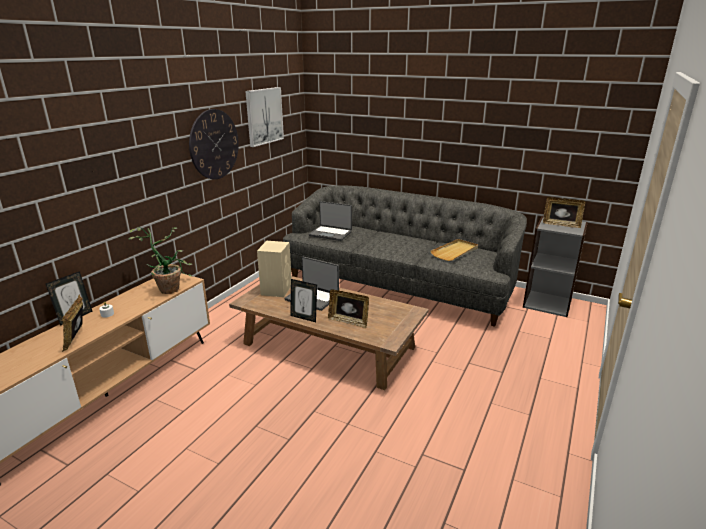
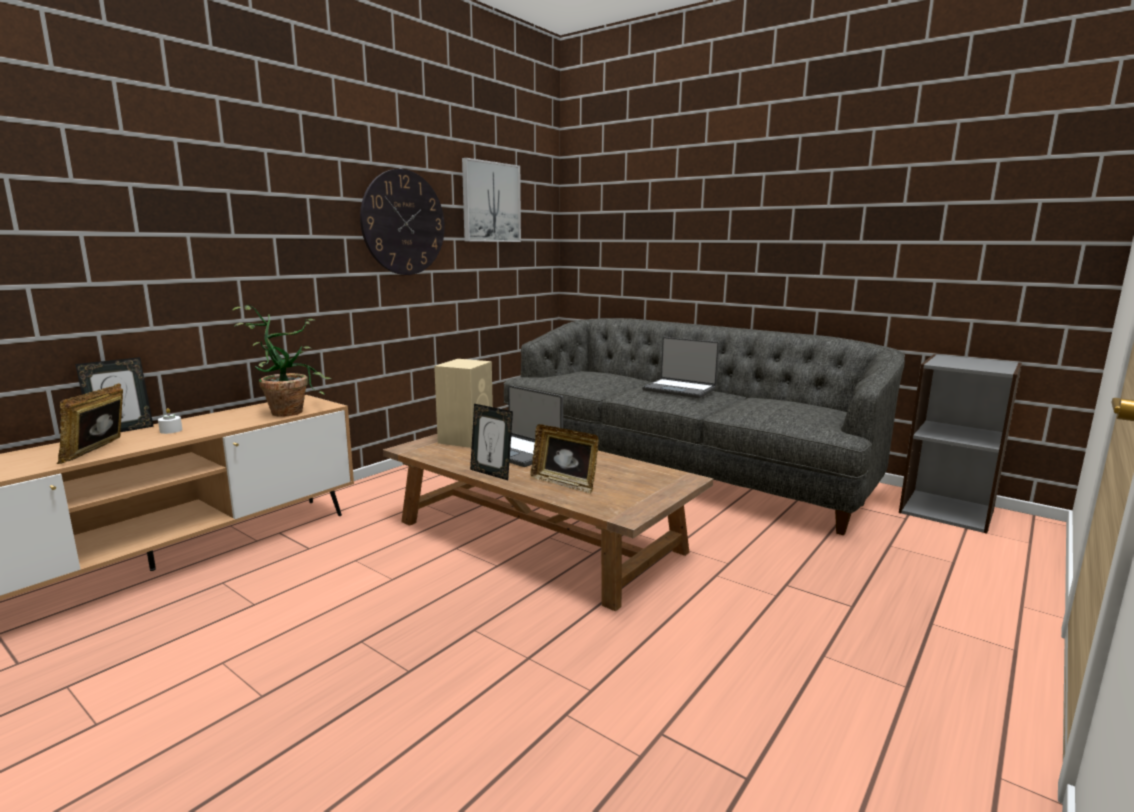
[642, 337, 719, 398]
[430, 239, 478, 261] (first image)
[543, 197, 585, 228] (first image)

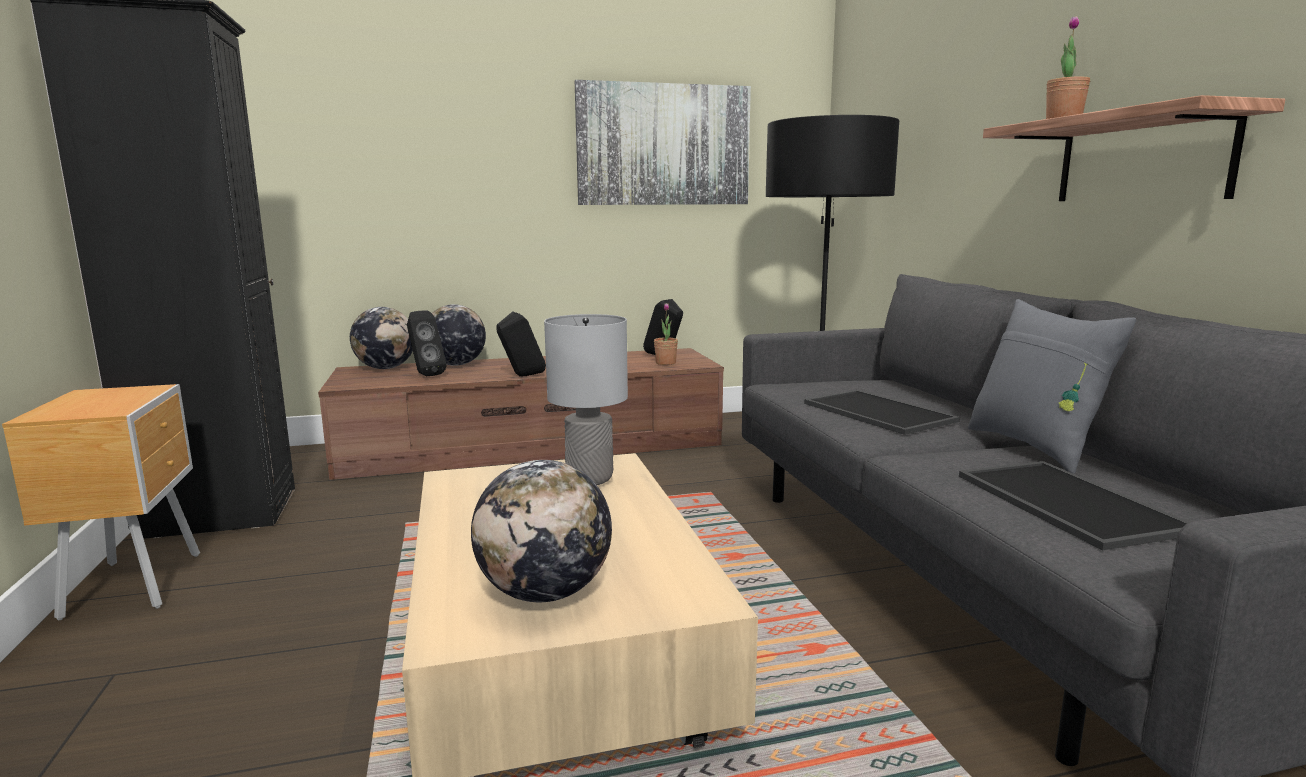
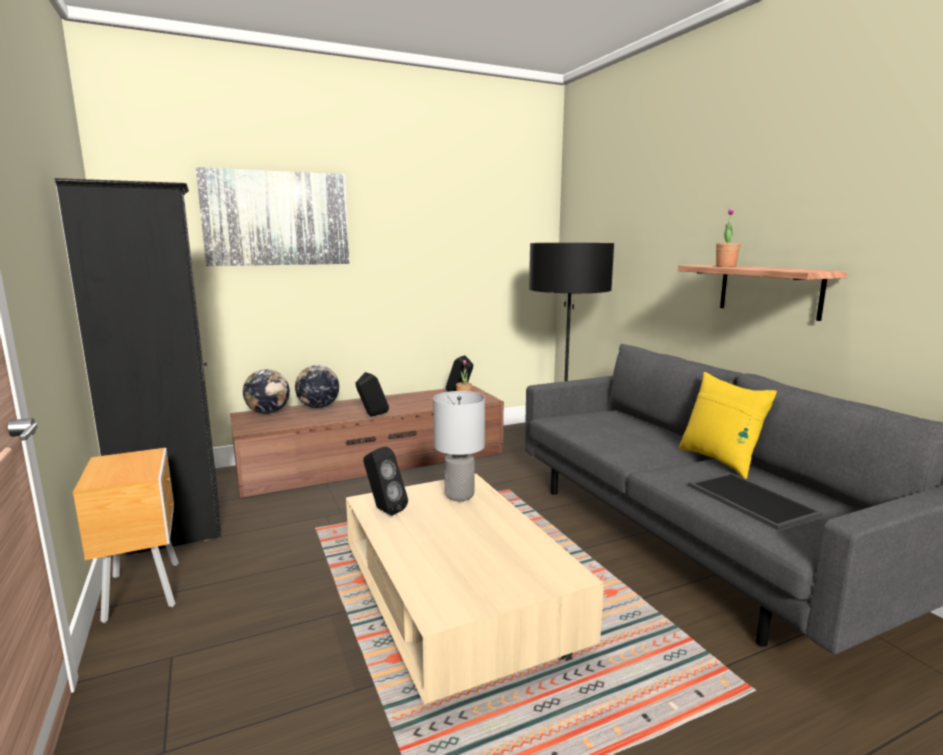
[196, 167, 349, 266]
[363, 446, 408, 516]
[678, 372, 777, 479]
[471, 460, 612, 602] (first image)
[804, 390, 960, 435] (first image)

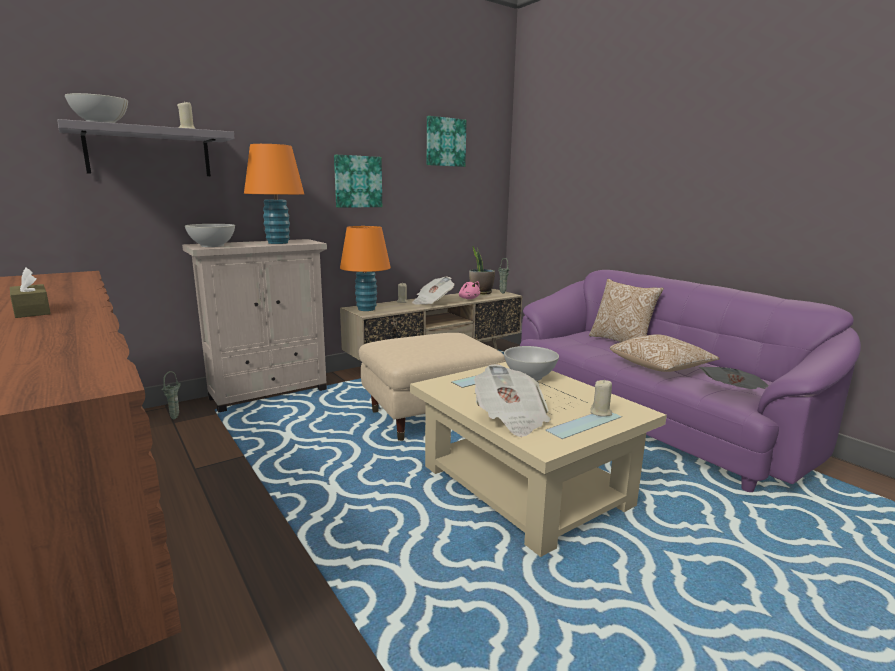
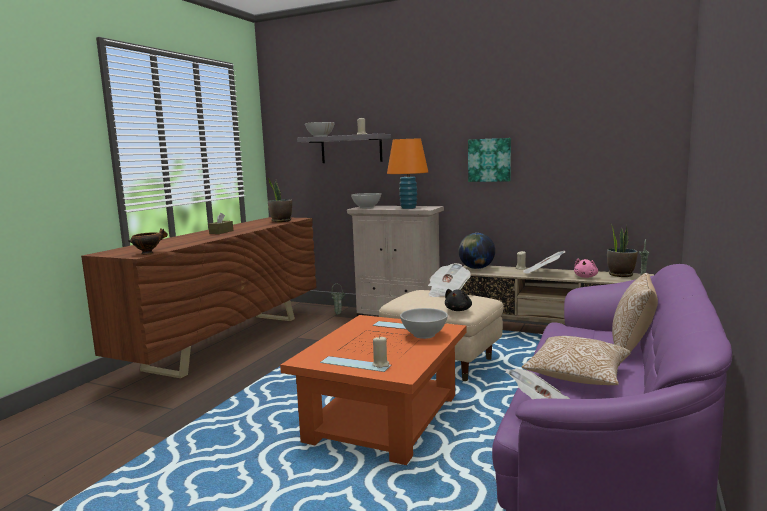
[128, 228, 168, 255]
[267, 177, 292, 222]
[280, 315, 466, 465]
[428, 263, 471, 297]
[445, 289, 472, 311]
[458, 233, 495, 269]
[427, 116, 467, 167] (first image)

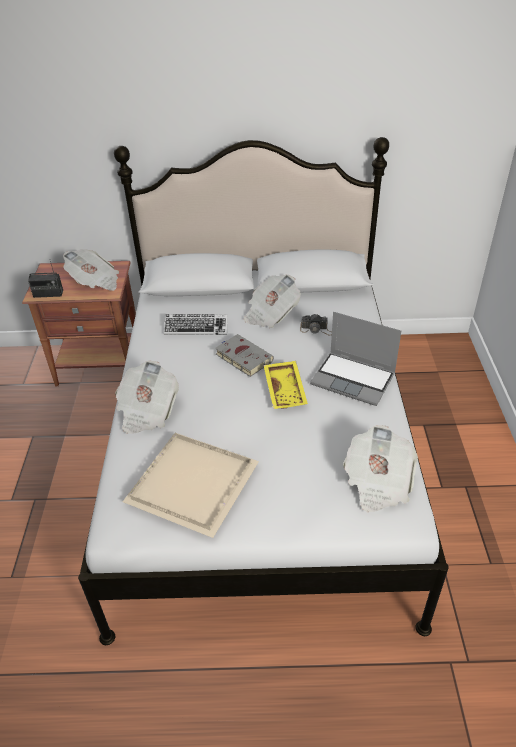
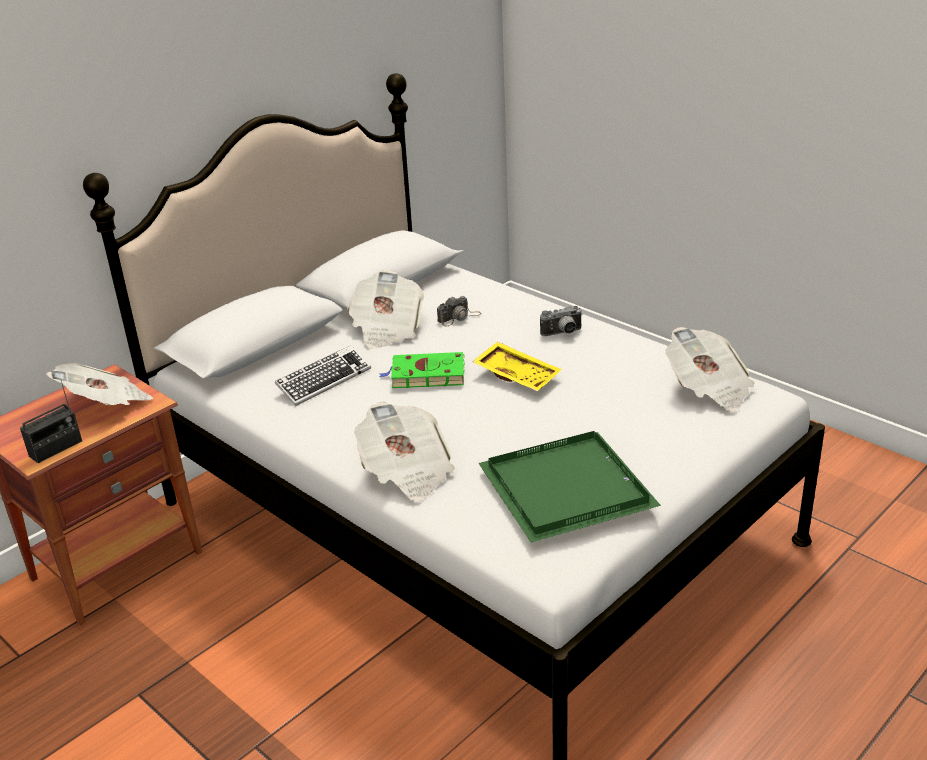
[379, 352, 465, 388]
[478, 431, 661, 542]
[540, 306, 583, 336]

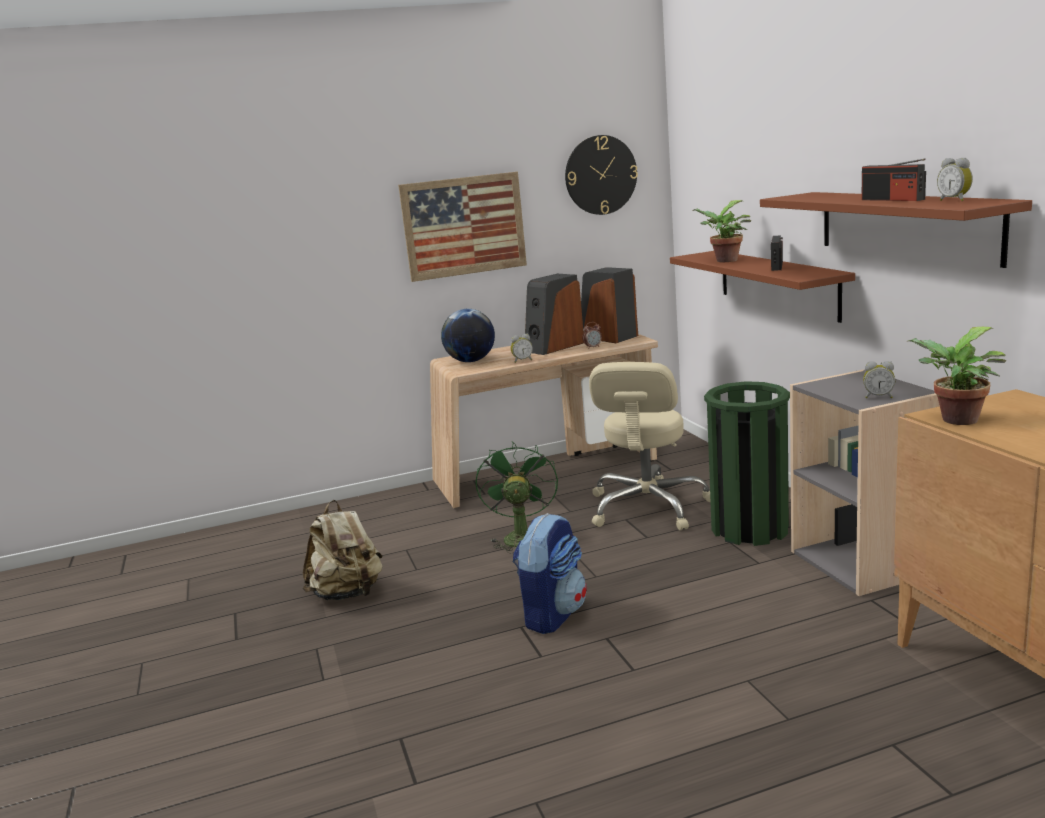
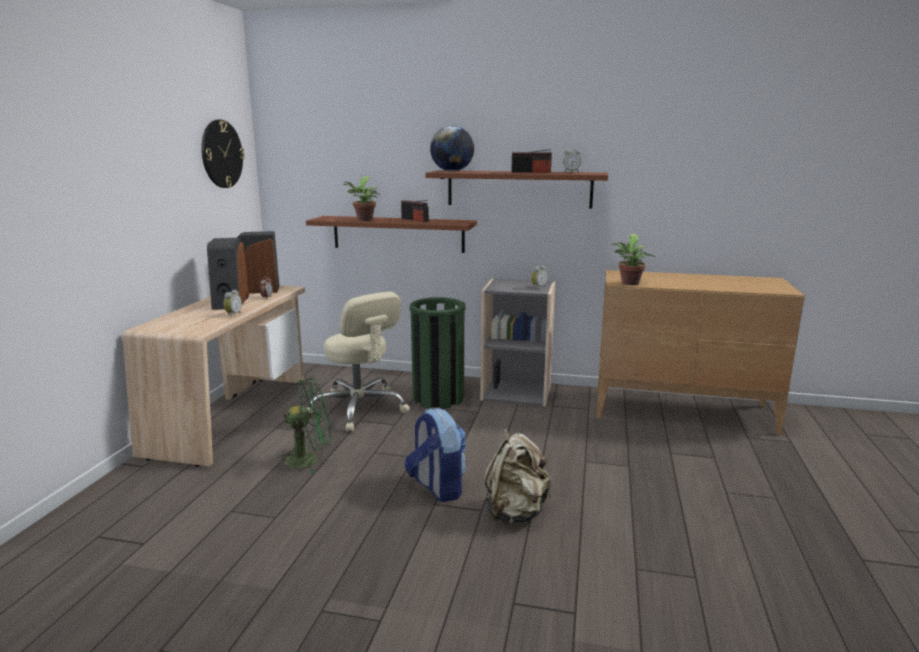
[275, 378, 331, 474]
[430, 126, 474, 171]
[484, 429, 551, 525]
[398, 172, 527, 282] (first image)

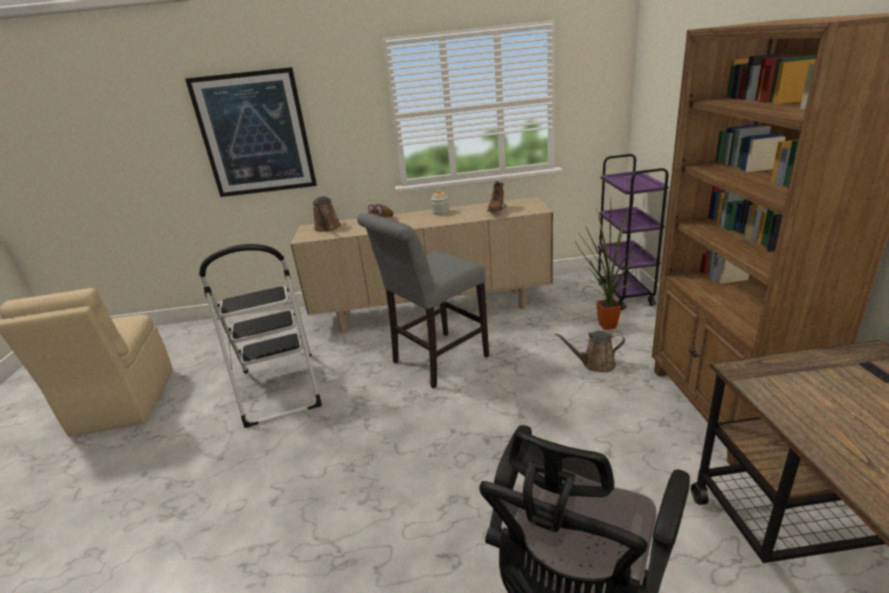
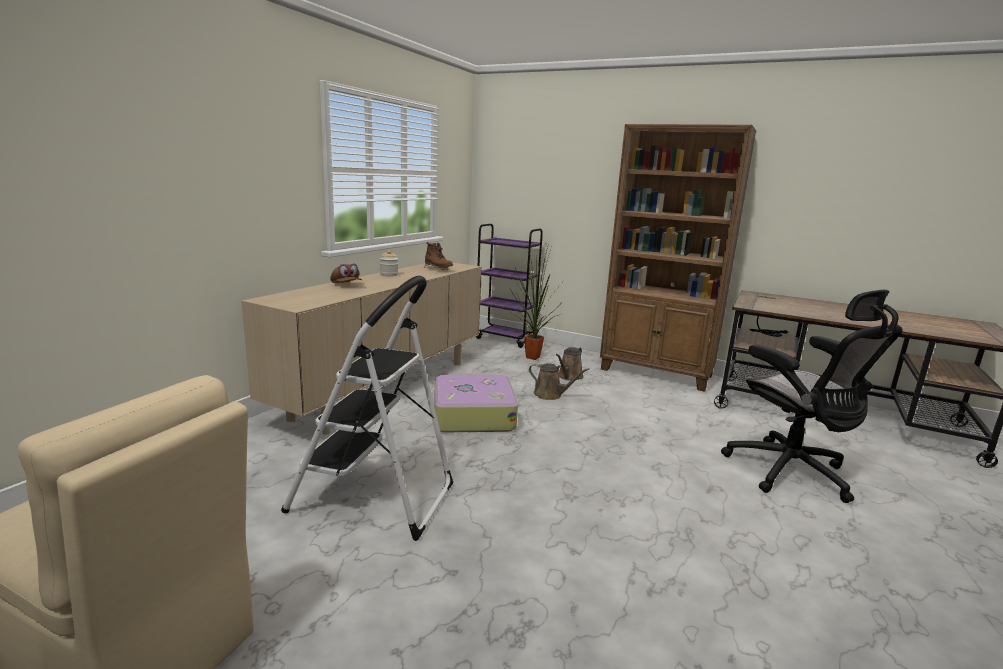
[435, 375, 518, 432]
[529, 363, 590, 400]
[185, 67, 317, 197] (first image)

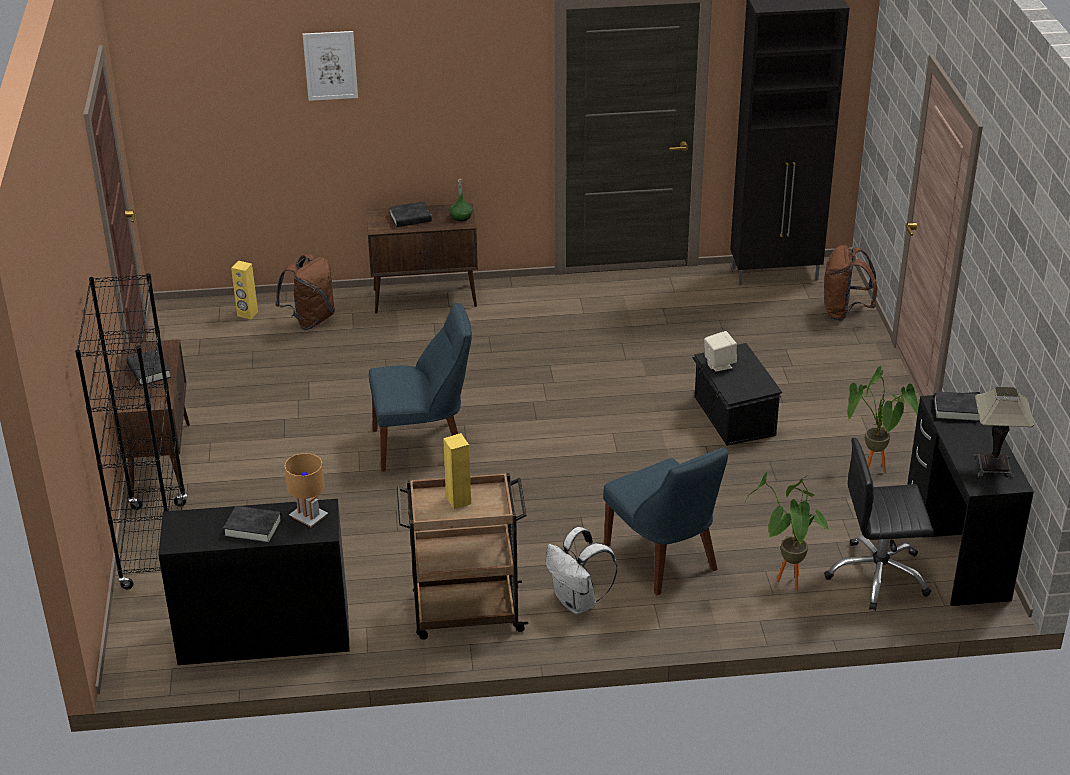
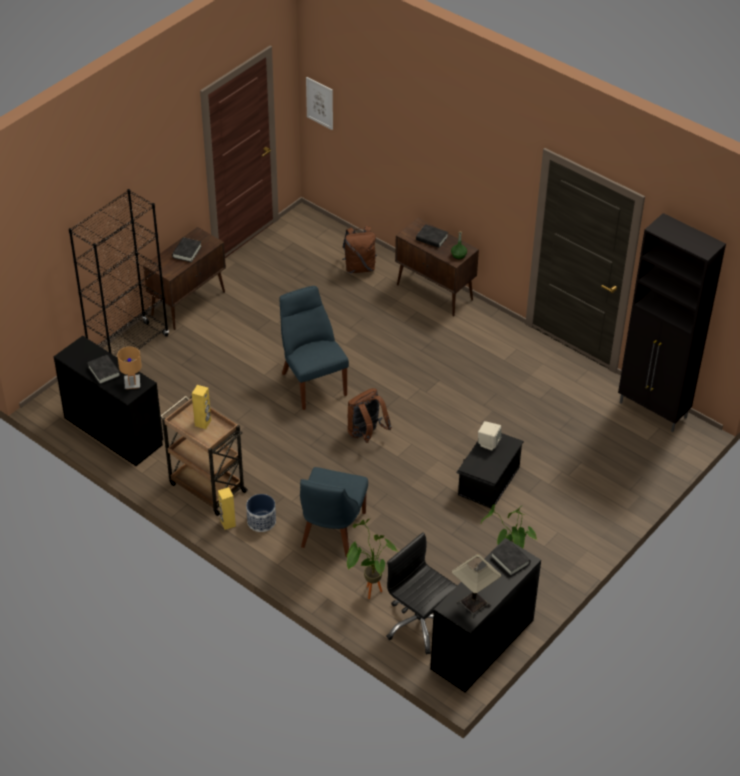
[218, 487, 236, 530]
[246, 494, 276, 532]
[280, 286, 349, 410]
[306, 77, 333, 130]
[347, 388, 392, 443]

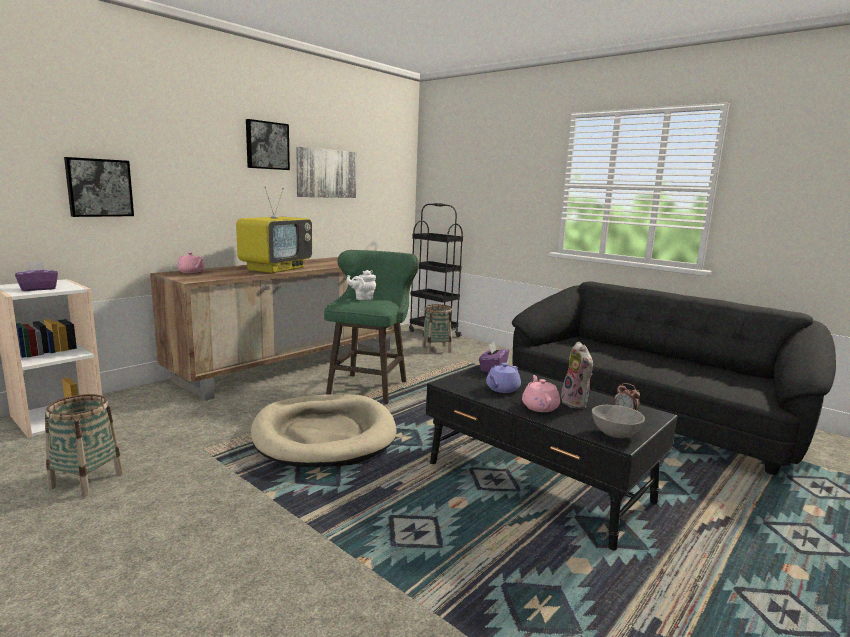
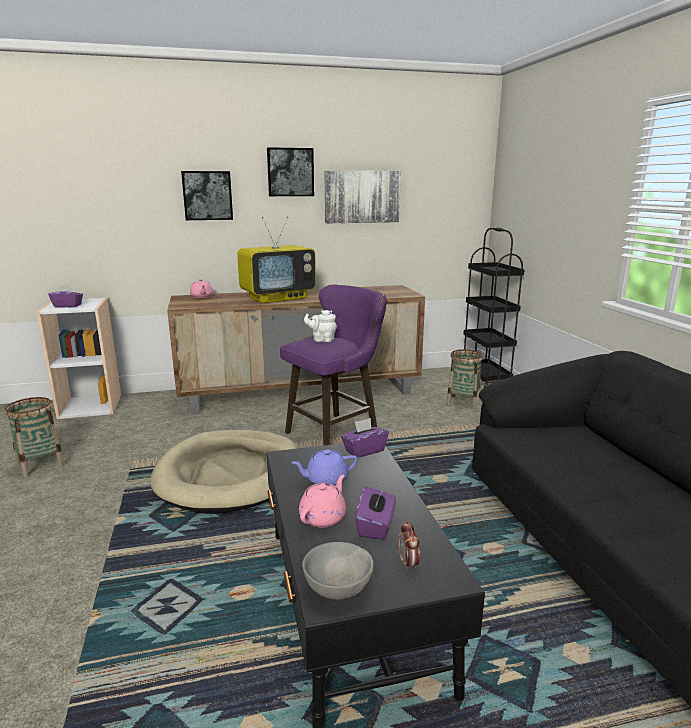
[181, 171, 233, 220]
[280, 284, 387, 446]
[355, 486, 396, 540]

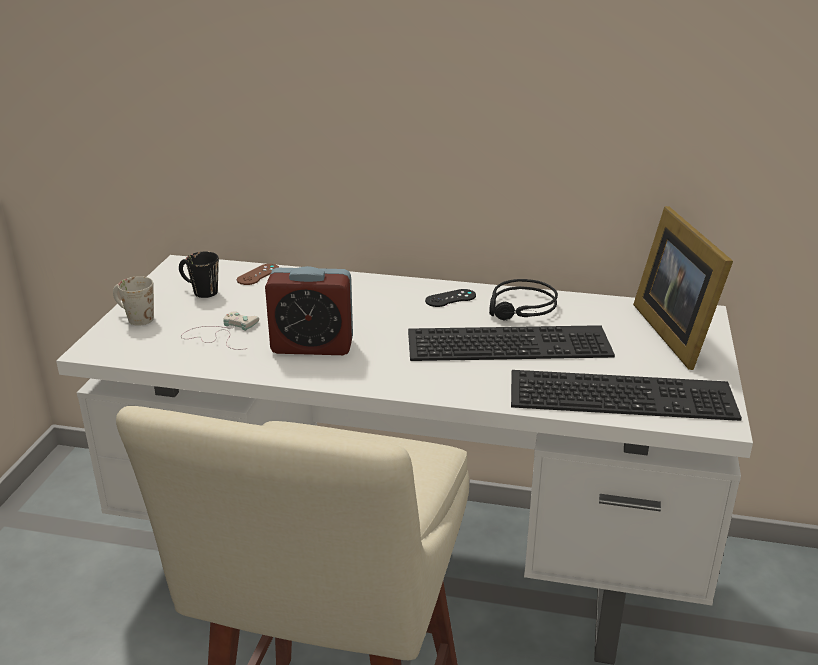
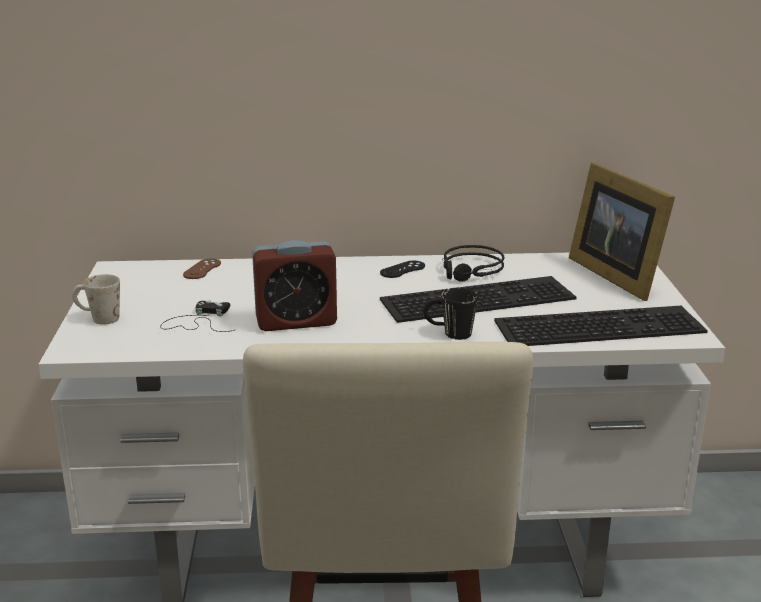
[160, 301, 234, 332]
[423, 288, 478, 340]

